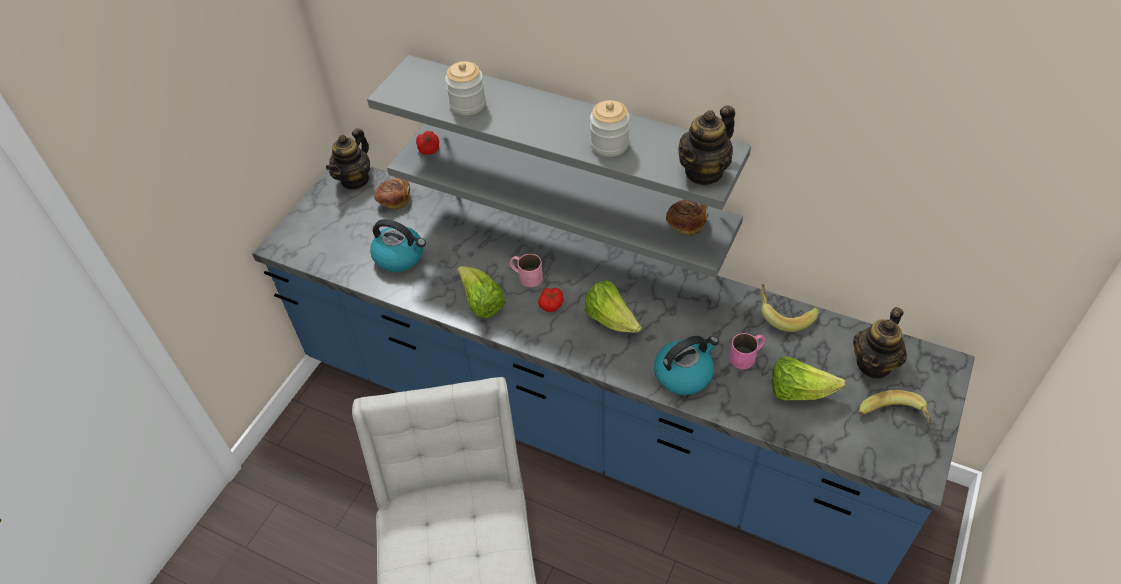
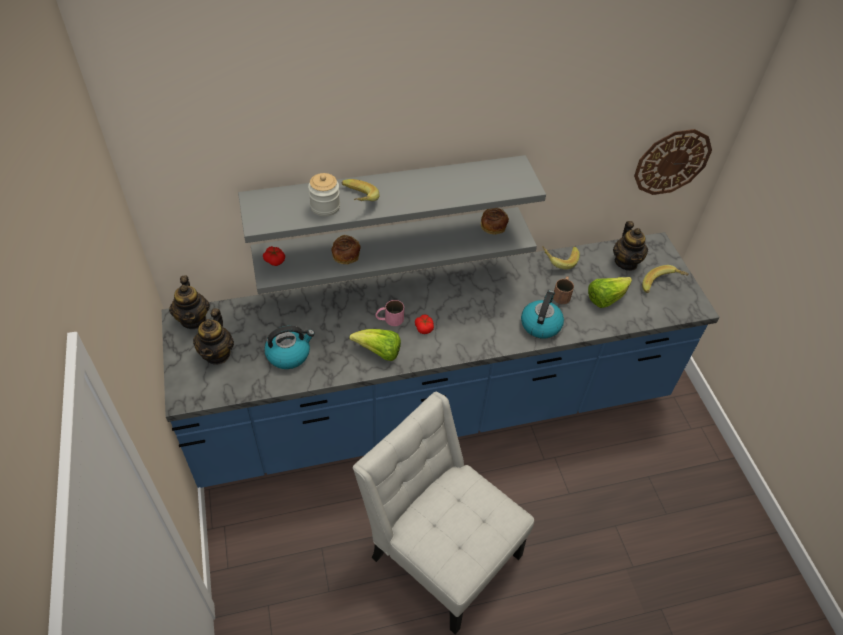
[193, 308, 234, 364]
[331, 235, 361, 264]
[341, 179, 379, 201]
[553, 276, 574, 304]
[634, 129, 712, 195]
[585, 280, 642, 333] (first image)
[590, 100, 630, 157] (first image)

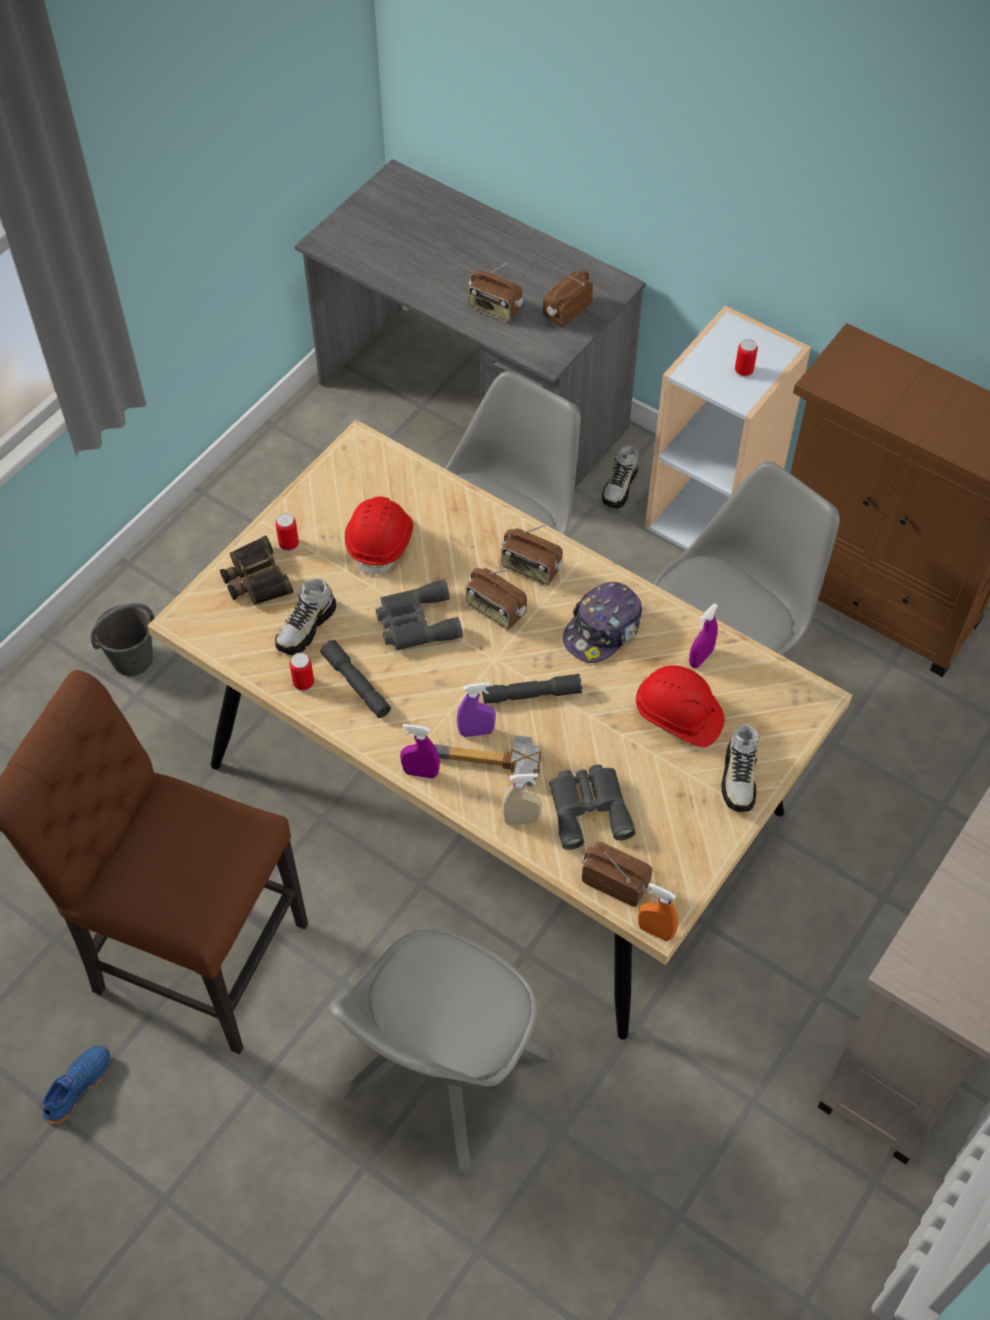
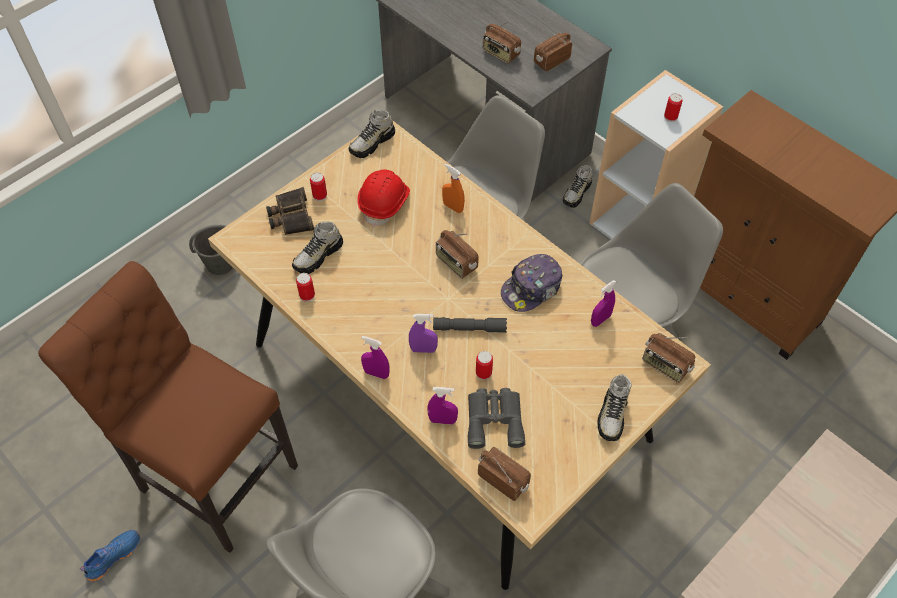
[349, 110, 395, 158]
[427, 387, 458, 424]
[442, 164, 465, 213]
[476, 351, 493, 380]
[642, 333, 695, 383]
[320, 640, 391, 718] (first image)
[376, 579, 463, 651] (first image)
[433, 735, 541, 787] (first image)
[635, 665, 724, 747] (first image)

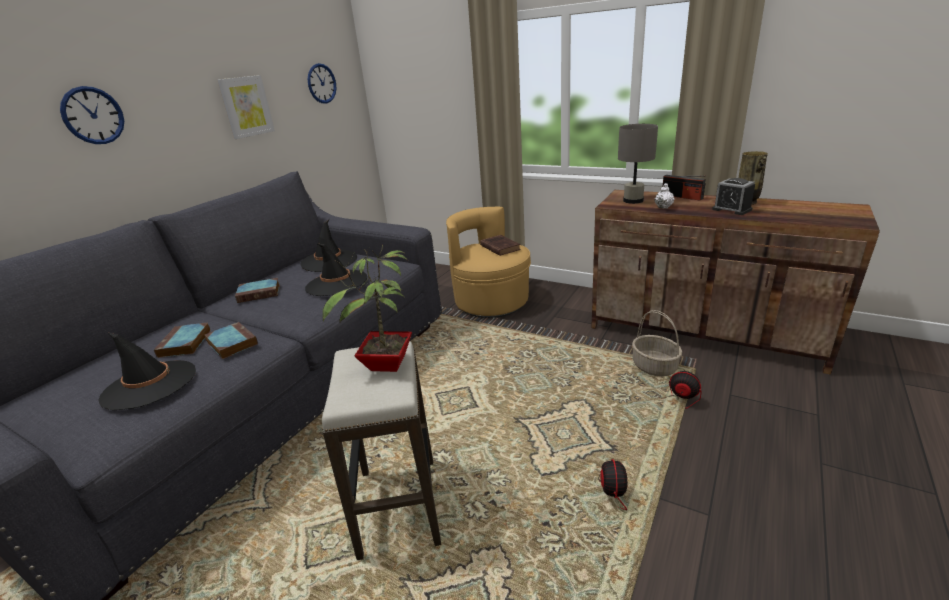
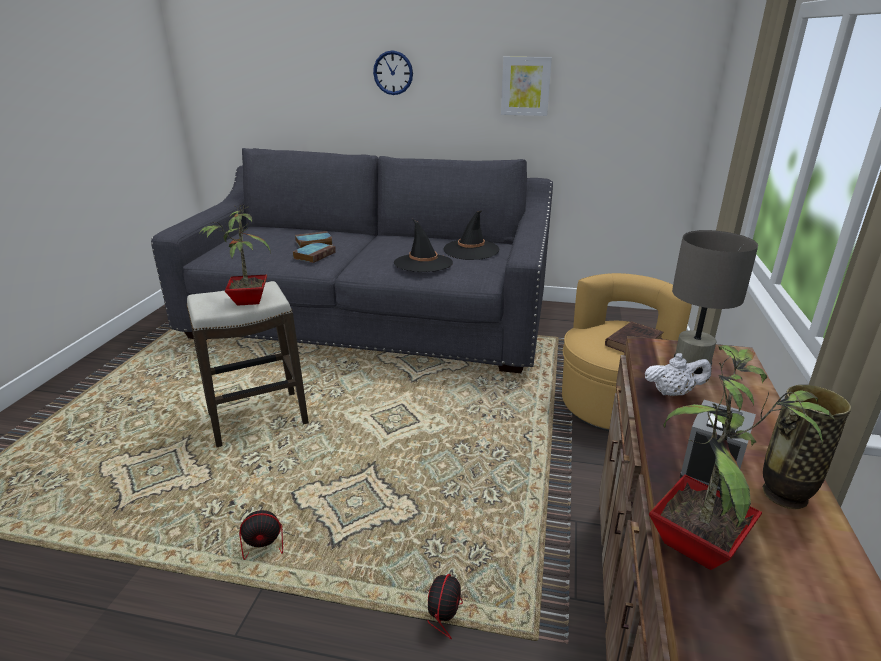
[649, 345, 834, 570]
[98, 332, 196, 410] (first image)
[235, 278, 280, 303] (first image)
[308, 63, 336, 103] (first image)
[632, 310, 682, 377] (first image)
[662, 175, 706, 201] (first image)

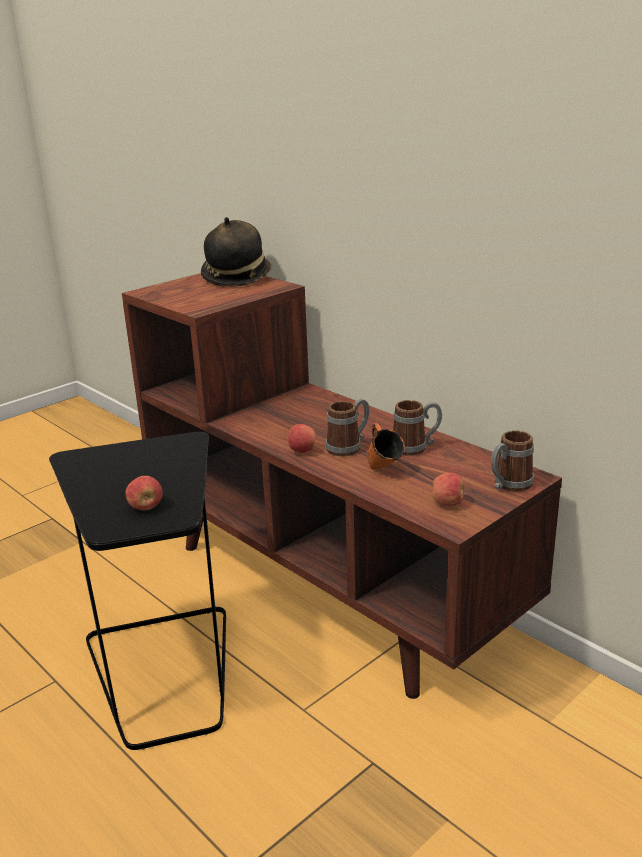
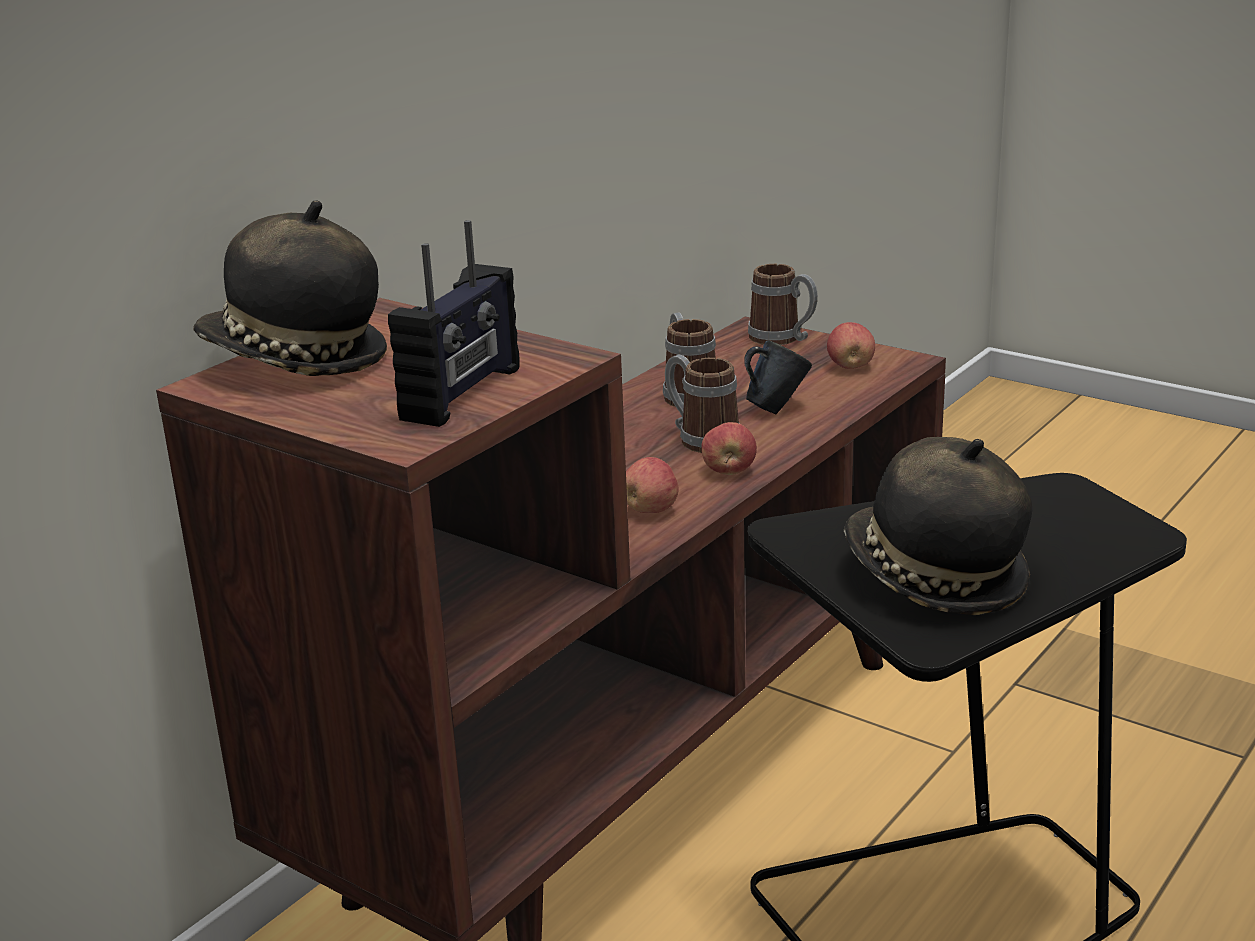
[388, 220, 520, 427]
[626, 457, 679, 513]
[744, 341, 812, 414]
[844, 437, 1032, 615]

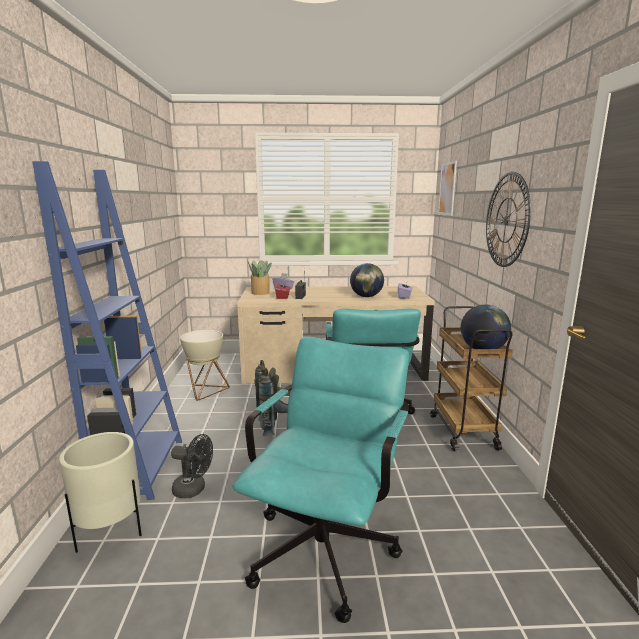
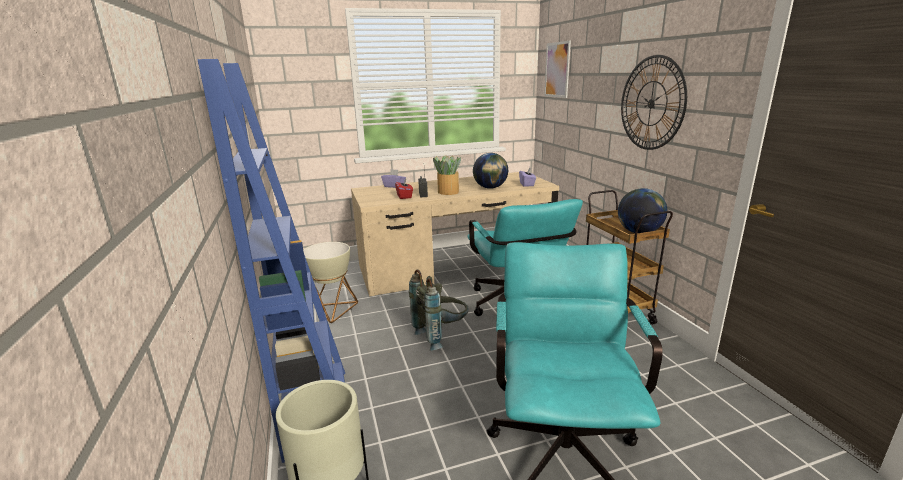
[433, 155, 461, 195]
[171, 434, 213, 498] (first image)

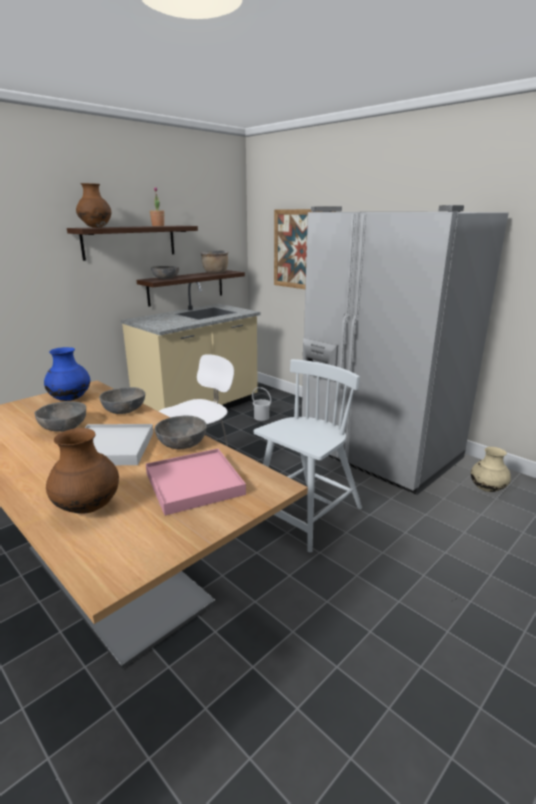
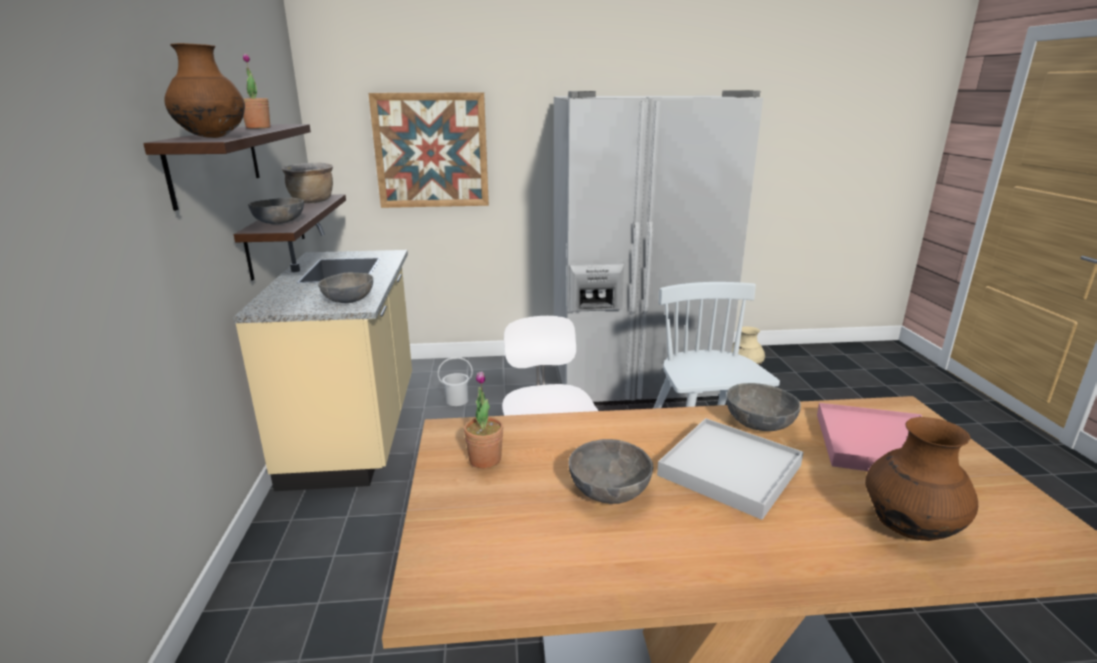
[318, 273, 373, 303]
[464, 371, 503, 468]

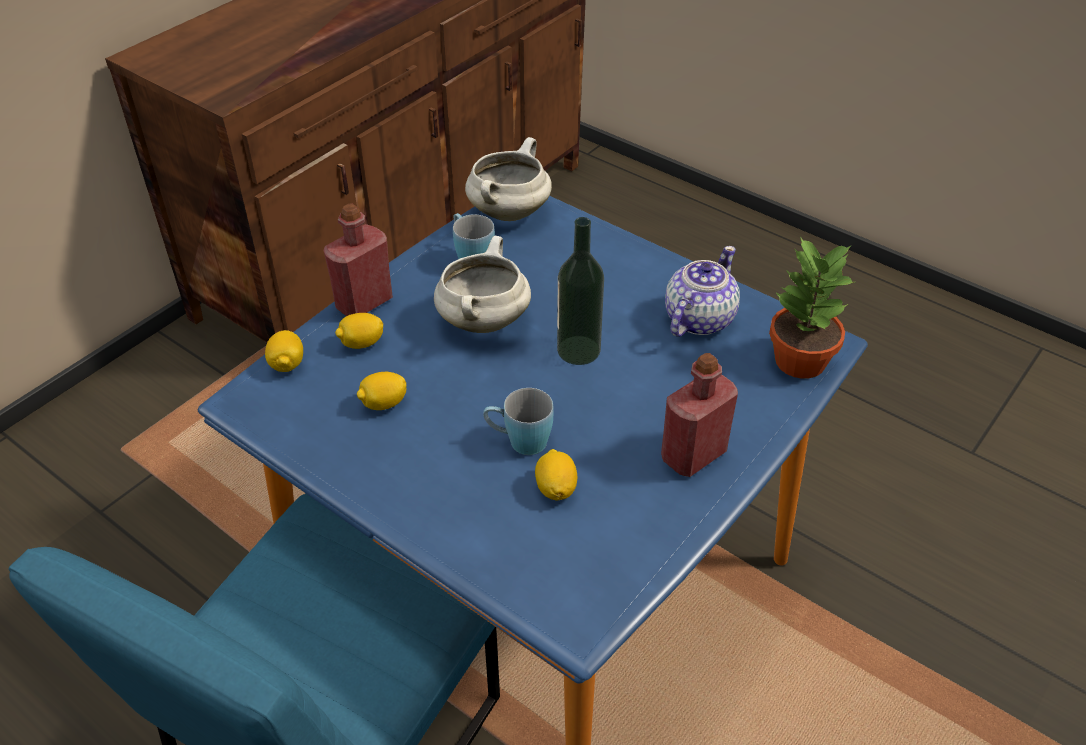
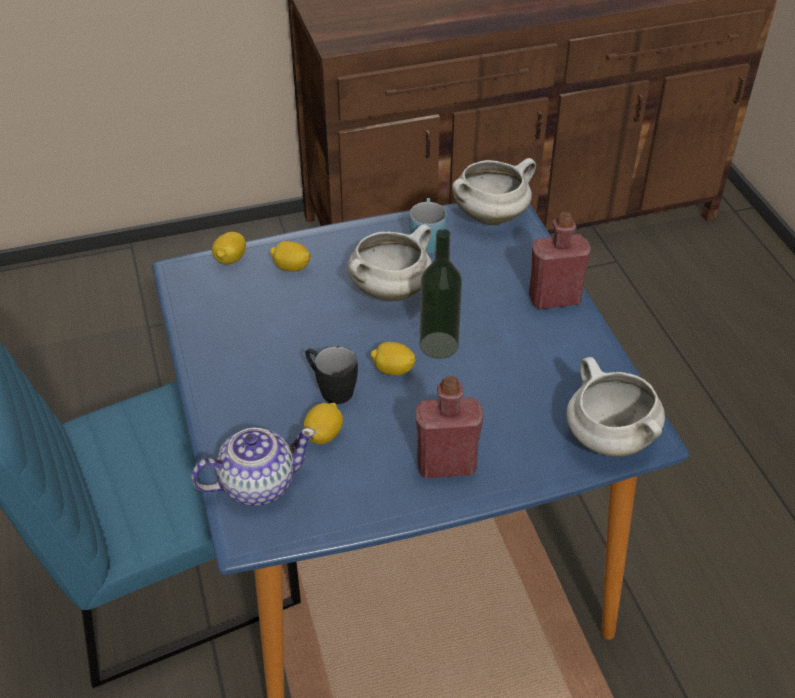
[191, 428, 315, 506]
[305, 346, 358, 404]
[371, 342, 416, 375]
[529, 212, 591, 309]
[567, 357, 665, 457]

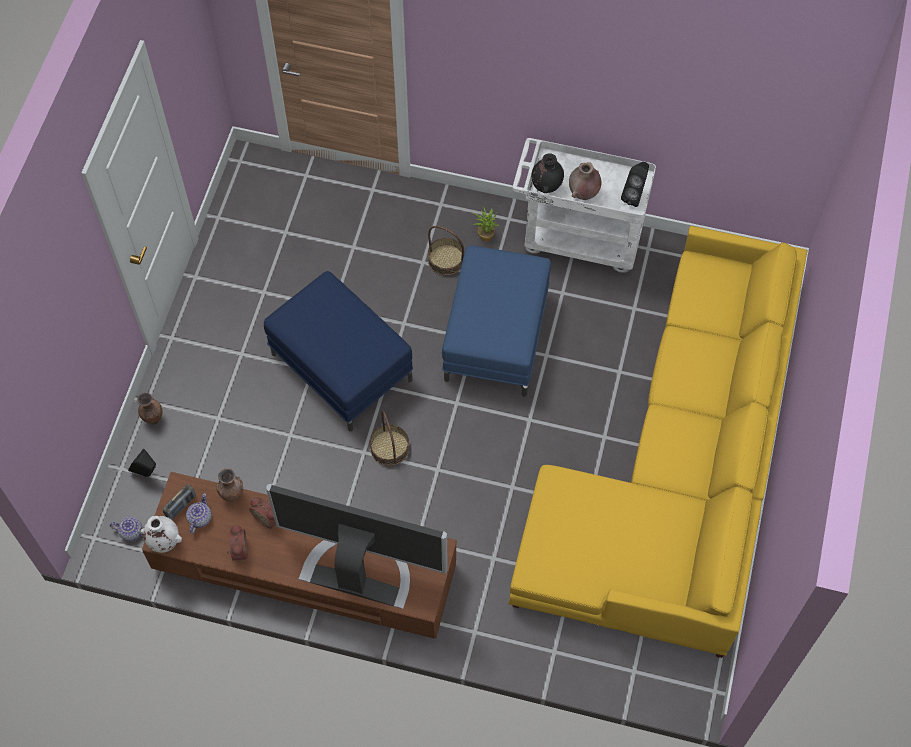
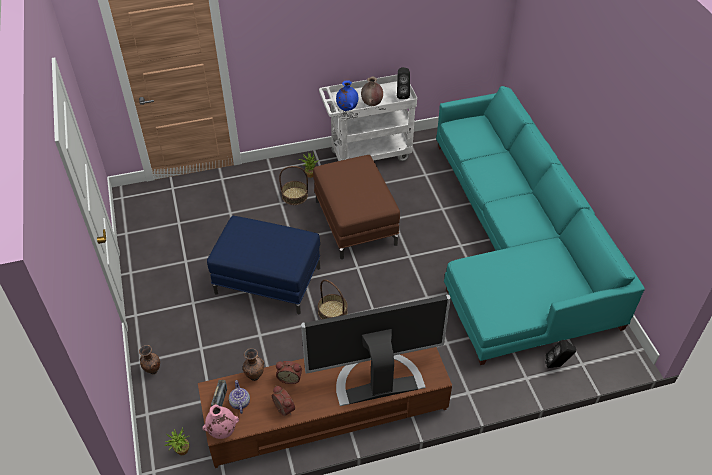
[164, 427, 190, 455]
[202, 404, 239, 439]
[313, 155, 400, 259]
[336, 80, 358, 111]
[436, 86, 645, 365]
[545, 340, 576, 368]

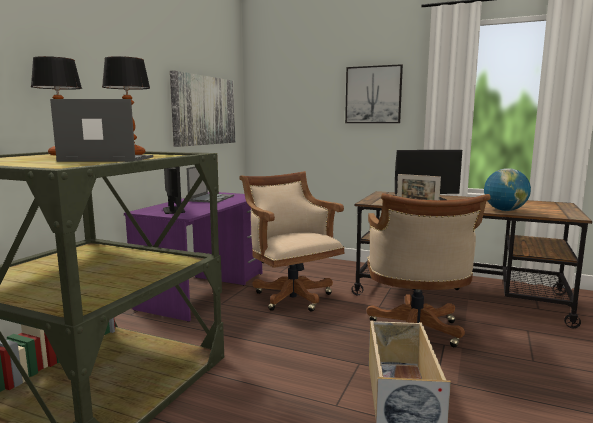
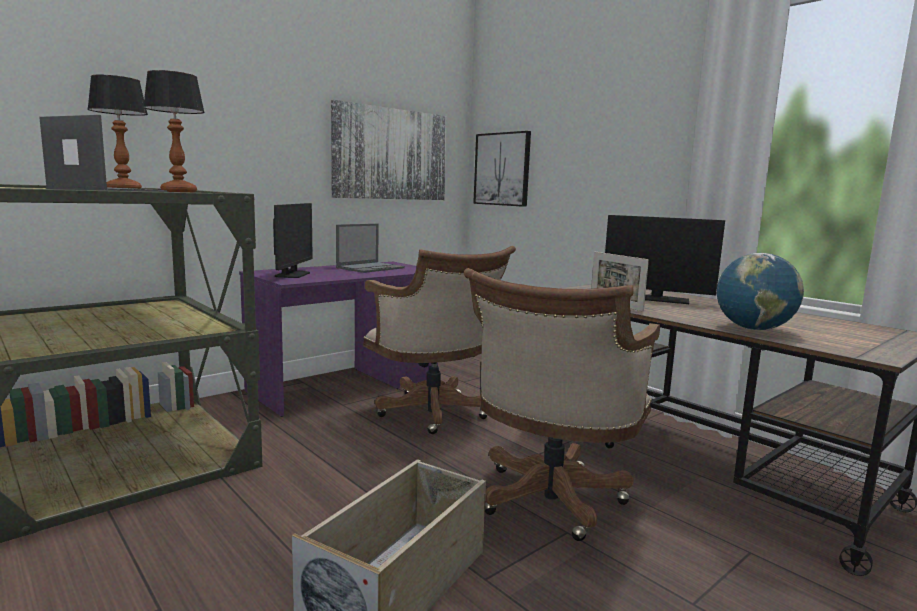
[363, 246, 516, 434]
[473, 131, 531, 207]

